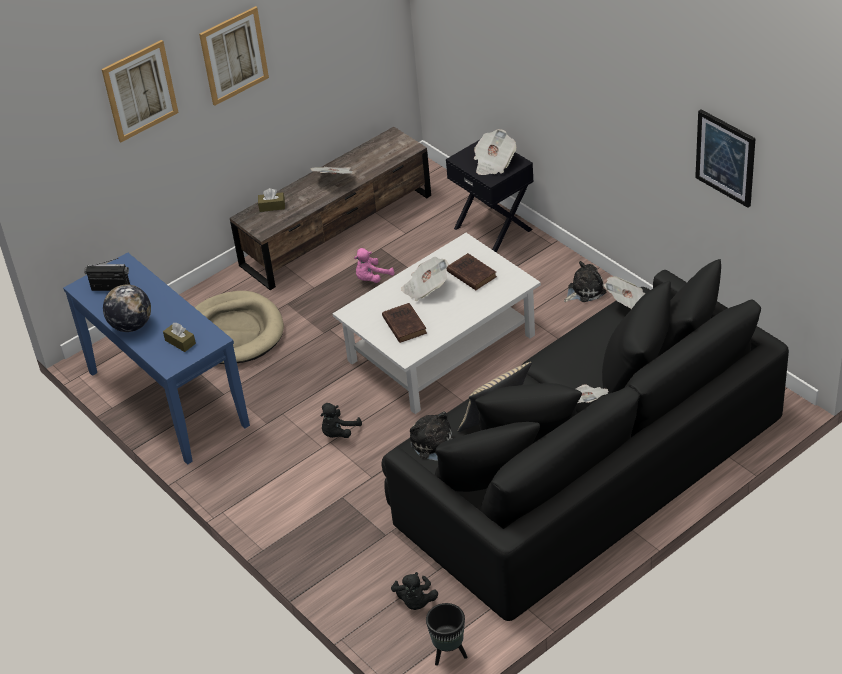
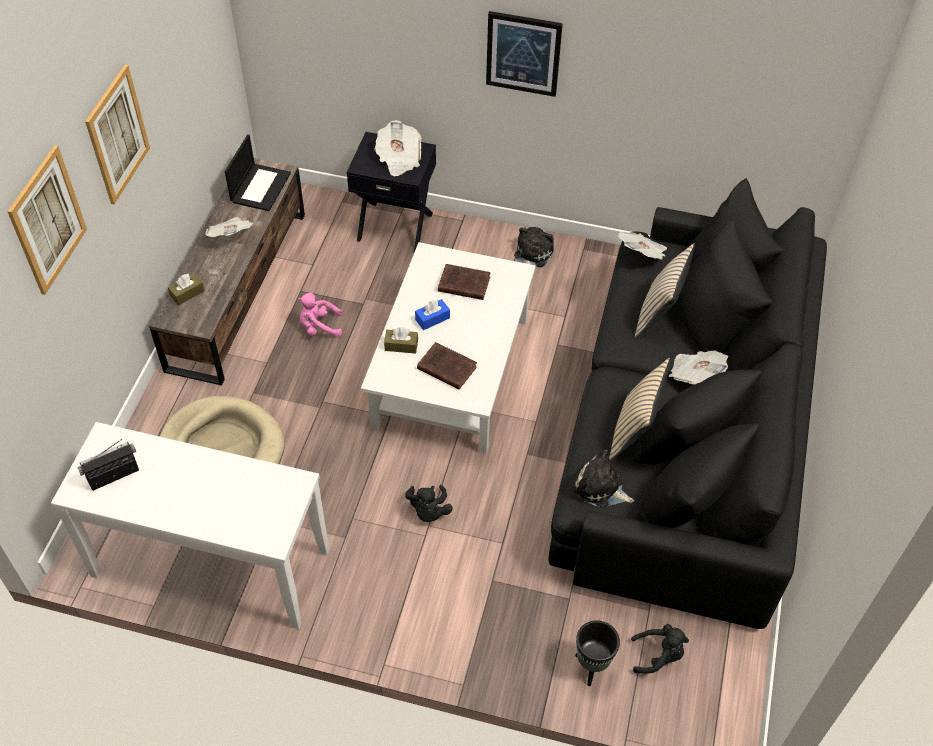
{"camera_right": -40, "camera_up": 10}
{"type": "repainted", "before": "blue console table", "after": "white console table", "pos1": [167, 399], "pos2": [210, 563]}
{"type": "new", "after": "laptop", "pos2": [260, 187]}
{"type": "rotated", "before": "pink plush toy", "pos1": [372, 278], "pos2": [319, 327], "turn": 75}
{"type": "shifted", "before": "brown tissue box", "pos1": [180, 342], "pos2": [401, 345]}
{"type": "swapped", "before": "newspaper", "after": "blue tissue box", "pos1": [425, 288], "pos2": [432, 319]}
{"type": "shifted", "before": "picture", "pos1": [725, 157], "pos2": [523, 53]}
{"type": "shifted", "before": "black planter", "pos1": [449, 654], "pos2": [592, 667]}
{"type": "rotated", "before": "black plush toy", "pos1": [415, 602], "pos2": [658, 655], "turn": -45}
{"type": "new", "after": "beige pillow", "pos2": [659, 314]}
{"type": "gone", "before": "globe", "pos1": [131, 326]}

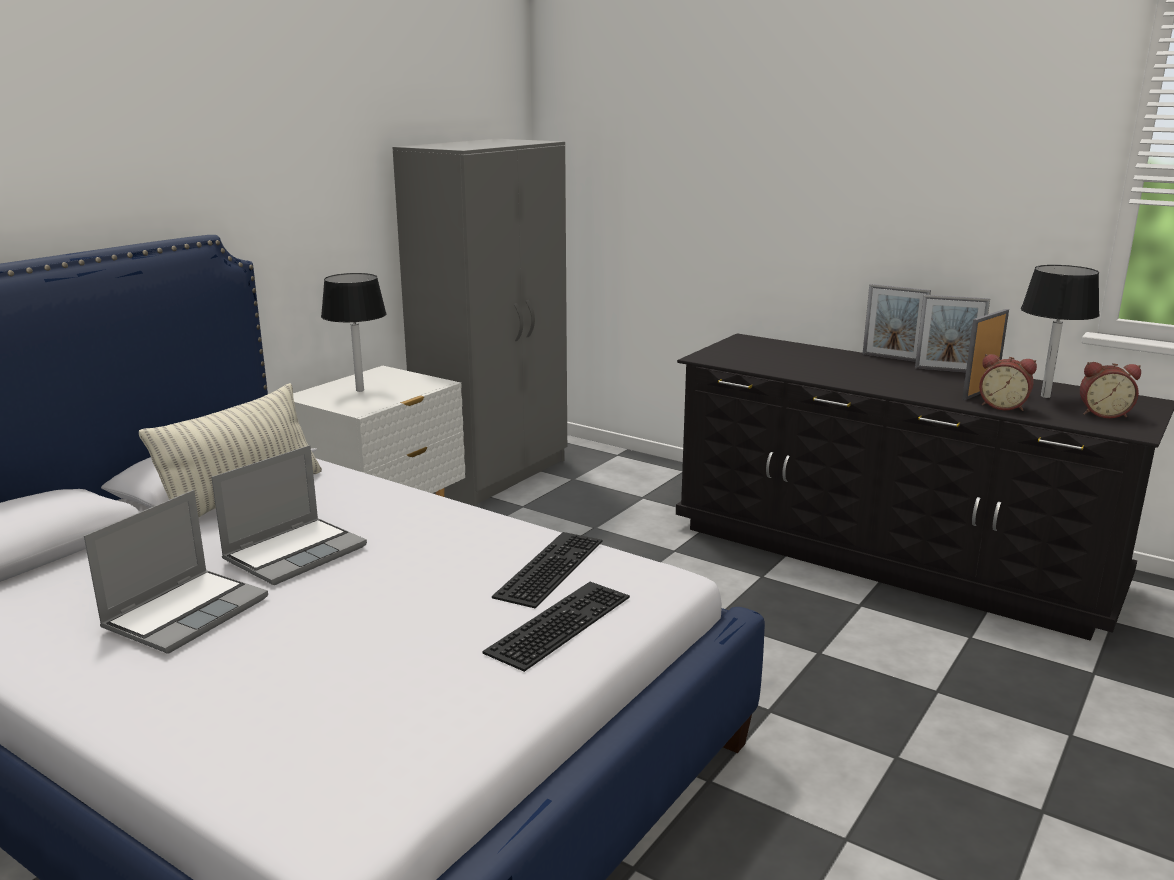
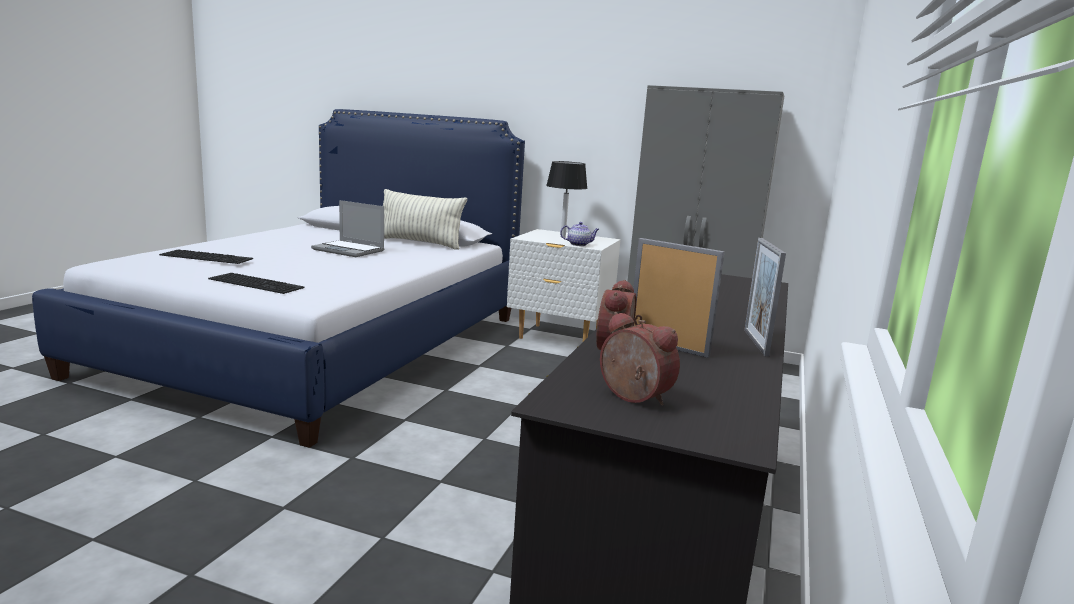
{"camera_right": 75, "camera_up": -5}
{"type": "shifted", "before": "keyboard", "pos1": [548, 567], "pos2": [208, 257]}
{"type": "new", "after": "teapot", "pos2": [579, 244]}
{"type": "rotated", "before": "alarm clock", "pos1": [1103, 414], "pos2": [632, 398], "turn": 135}
{"type": "gone", "before": "laptop", "pos1": [186, 612]}
{"type": "gone", "before": "picture frame", "pos1": [891, 358]}
{"type": "gone", "before": "black table lamp", "pos1": [1045, 396]}

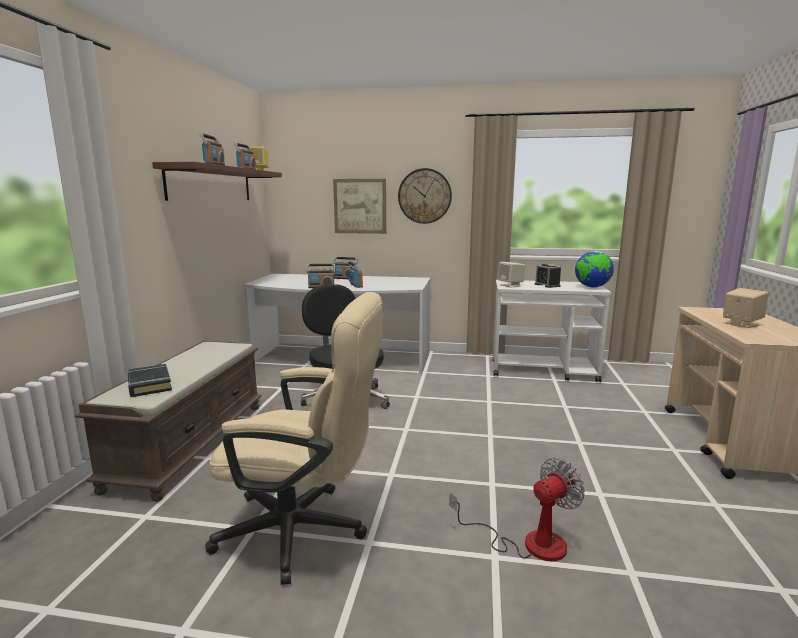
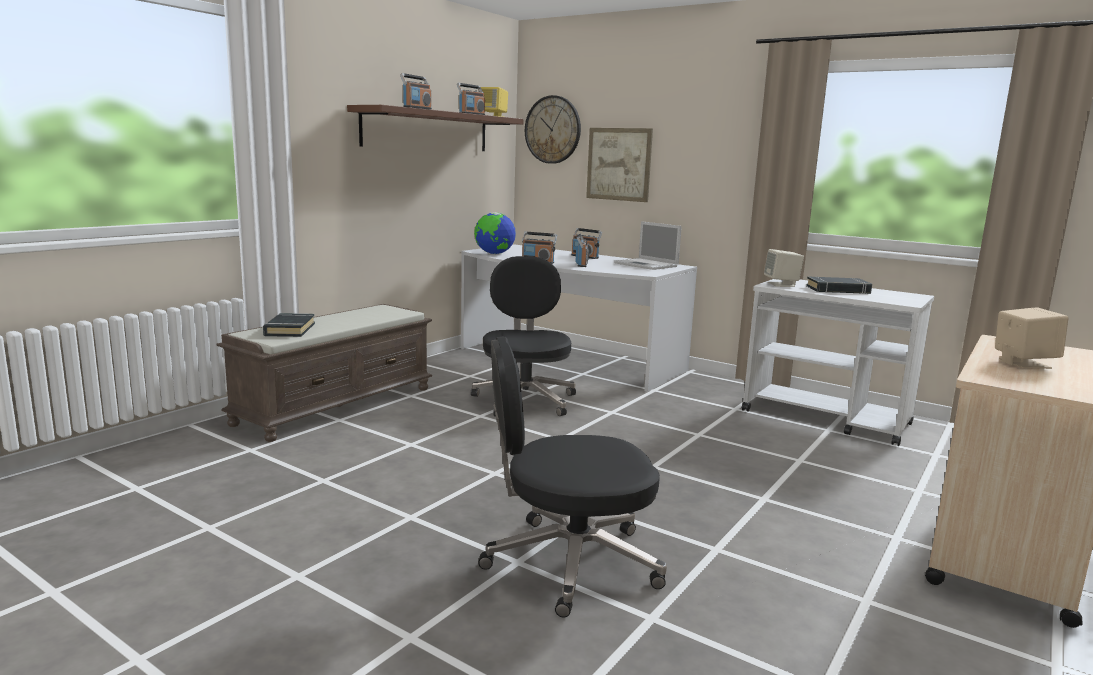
{"camera_right": 25, "camera_up": 0}
{"type": "shifted", "before": "globe", "pos1": [592, 287], "pos2": [494, 254]}
{"type": "swapped", "before": "fan", "after": "black office chair", "pos1": [529, 543], "pos2": [568, 563]}
{"type": "shifted", "before": "wall clock", "pos1": [424, 196], "pos2": [553, 129]}
{"type": "new", "after": "laptop", "pos2": [647, 265]}
{"type": "swapped", "before": "alarm clock", "after": "black book", "pos1": [547, 285], "pos2": [838, 290]}
{"type": "gone", "before": "beige office chair", "pos1": [305, 531]}

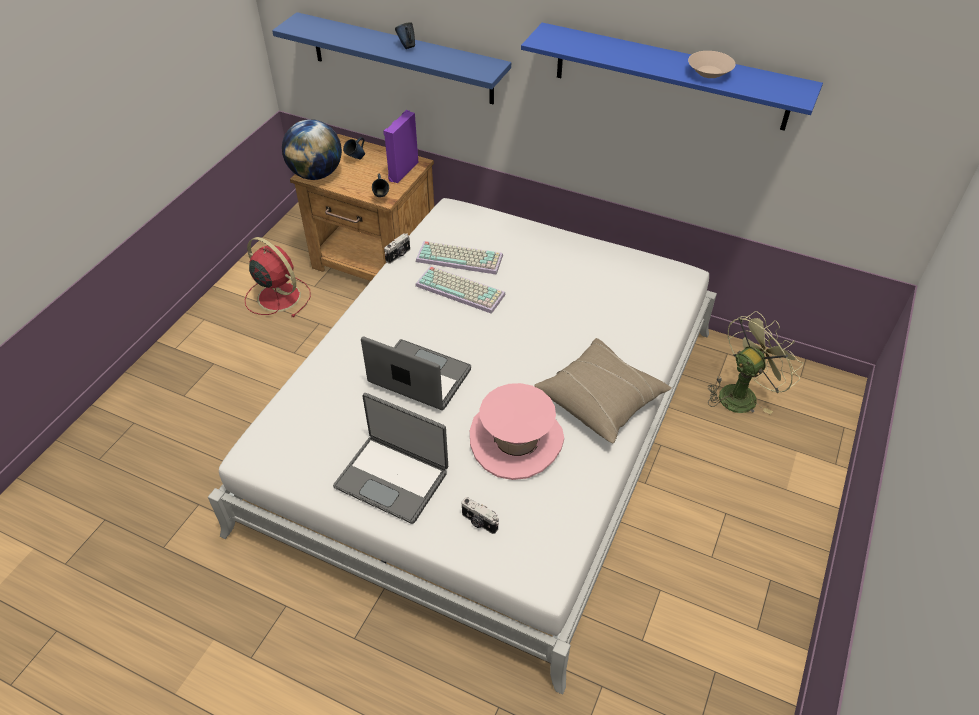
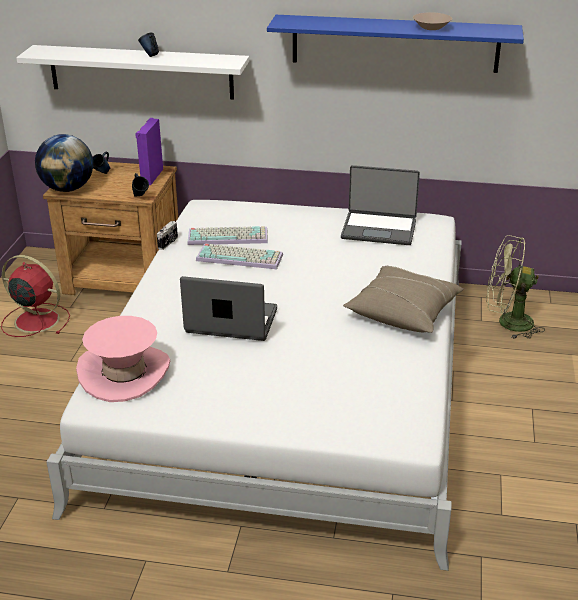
{"camera_right": -15, "camera_up": -15}
{"type": "repainted", "before": "blue shelf", "after": "white shelf", "pos1": [401, 58], "pos2": [141, 72]}
{"type": "shifted", "before": "pink hat", "pos1": [516, 441], "pos2": [124, 373]}
{"type": "shifted", "before": "laptop", "pos1": [393, 478], "pos2": [379, 229]}
{"type": "rotated", "before": "green fan", "pos1": [742, 394], "pos2": [507, 323], "turn": -120}
{"type": "gone", "before": "photo camera", "pos1": [479, 522]}

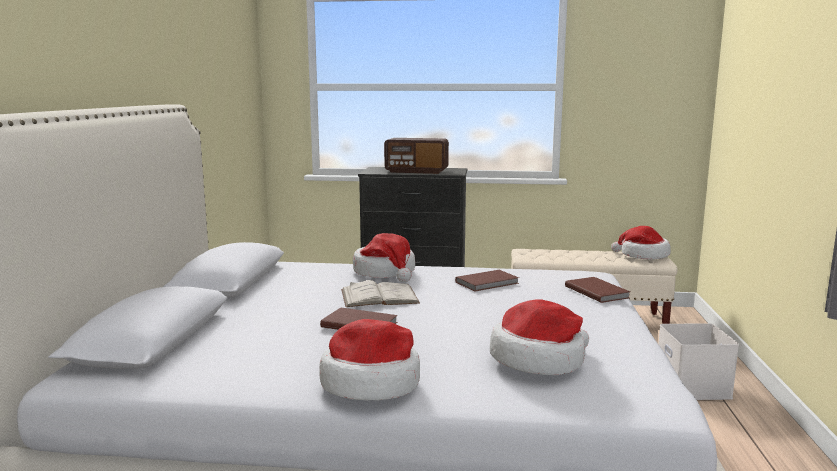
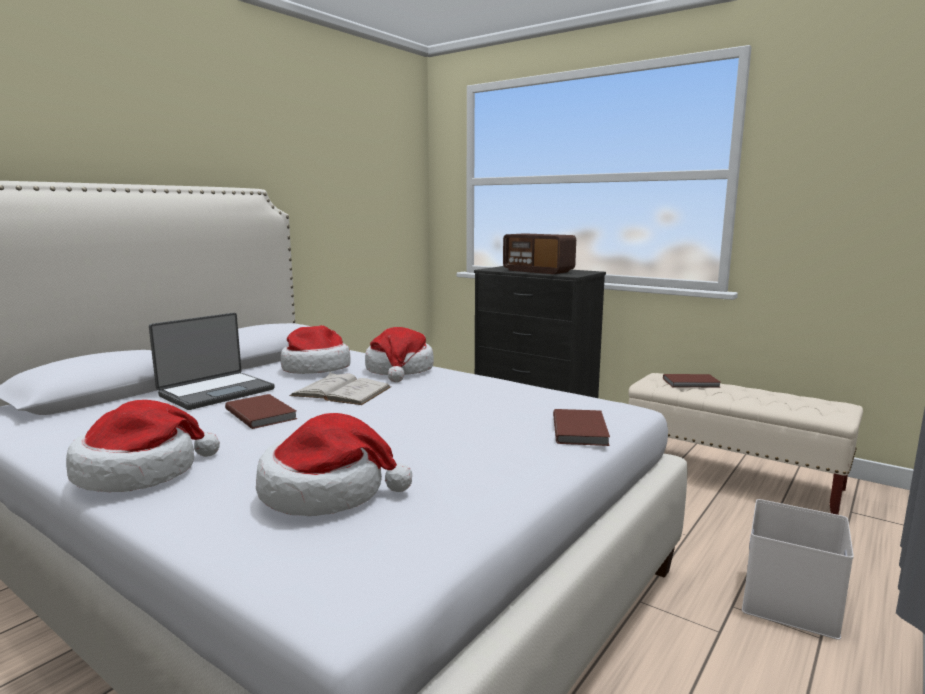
{"camera_right": 30, "camera_up": 0}
{"type": "new", "after": "laptop", "pos2": [216, 392]}
{"type": "shifted", "before": "hat", "pos1": [643, 255], "pos2": [315, 368]}
{"type": "shifted", "before": "brown book", "pos1": [488, 283], "pos2": [692, 383]}

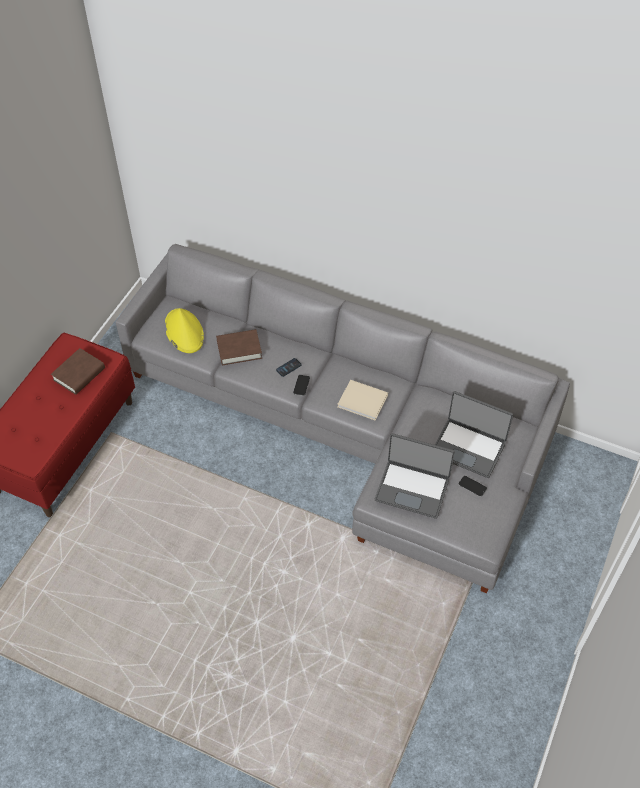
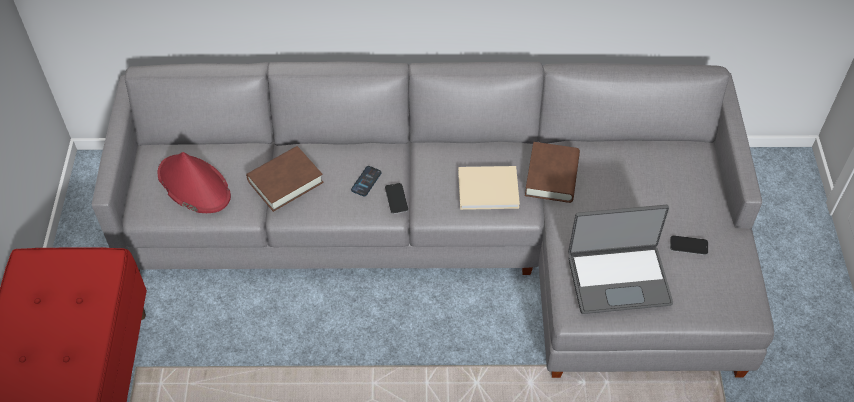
{"camera_right": -25, "camera_up": 0}
{"type": "repainted", "before": "yellow hat", "after": "red hat", "pos1": [184, 331], "pos2": [193, 185]}
{"type": "shifted", "before": "brown book", "pos1": [79, 374], "pos2": [552, 176]}
{"type": "gone", "before": "laptop", "pos1": [468, 448]}

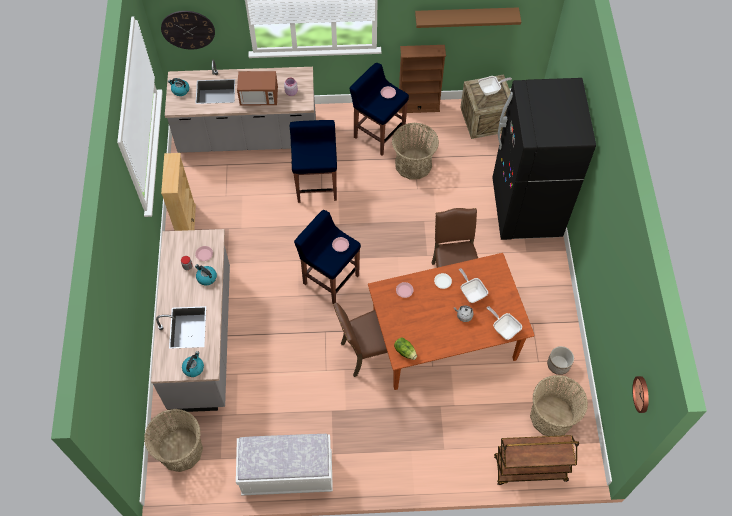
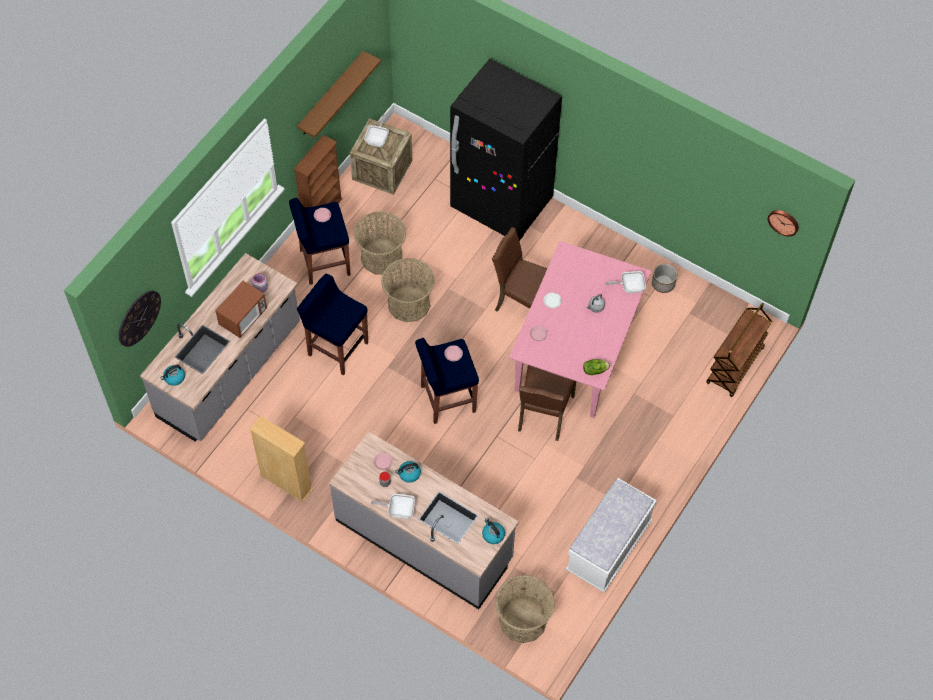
{"camera_right": -55, "camera_up": 0}
{"type": "shifted", "before": "frying pan", "pos1": [471, 292], "pos2": [398, 510]}
{"type": "shifted", "before": "basket", "pos1": [551, 416], "pos2": [409, 303]}
{"type": "repainted", "before": "brown dining table", "after": "pink dining table", "pos1": [444, 339], "pos2": [576, 349]}

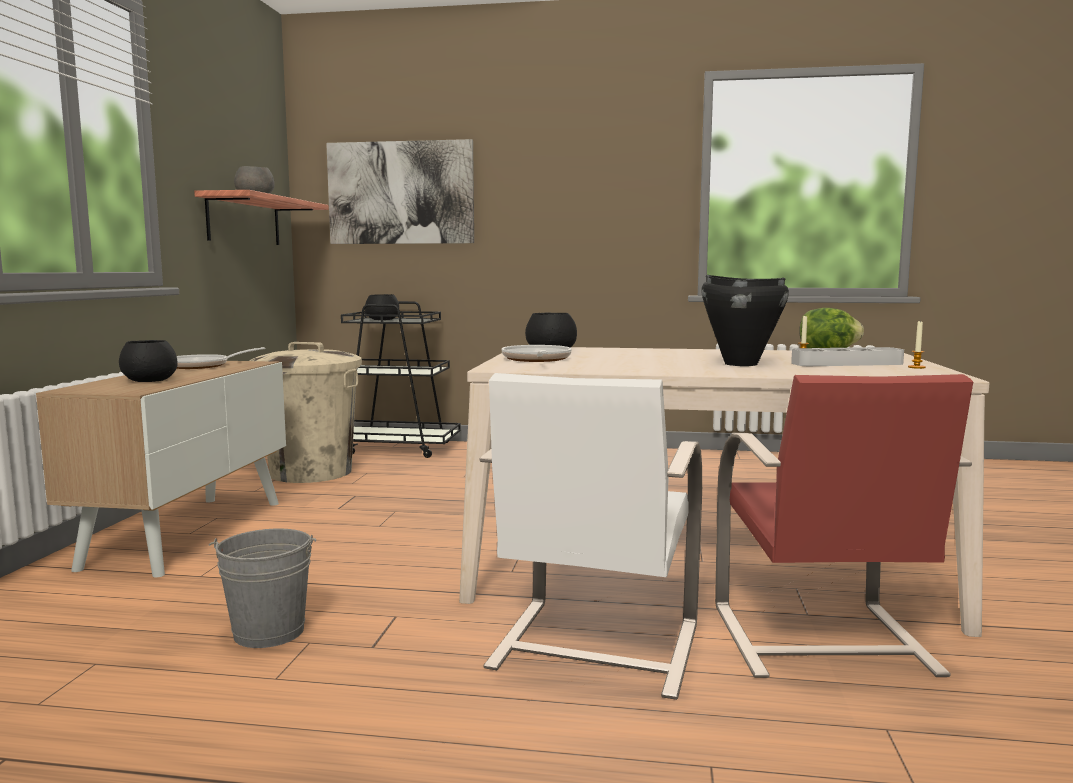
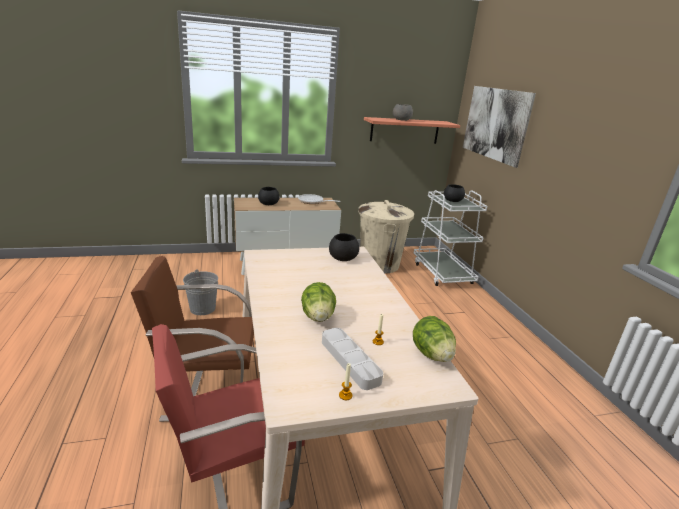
{"camera_right": 65, "camera_up": 15}
{"type": "repainted", "before": "white chair", "after": "brown chair", "pos1": [593, 647], "pos2": [206, 388]}
{"type": "swapped", "before": "black cooking pot", "after": "lettuce", "pos1": [740, 364], "pos2": [318, 317]}
{"type": "repainted", "before": "black cart", "after": "white cart", "pos1": [396, 448], "pos2": [442, 273]}
{"type": "gone", "before": "frying pan", "pos1": [536, 360]}

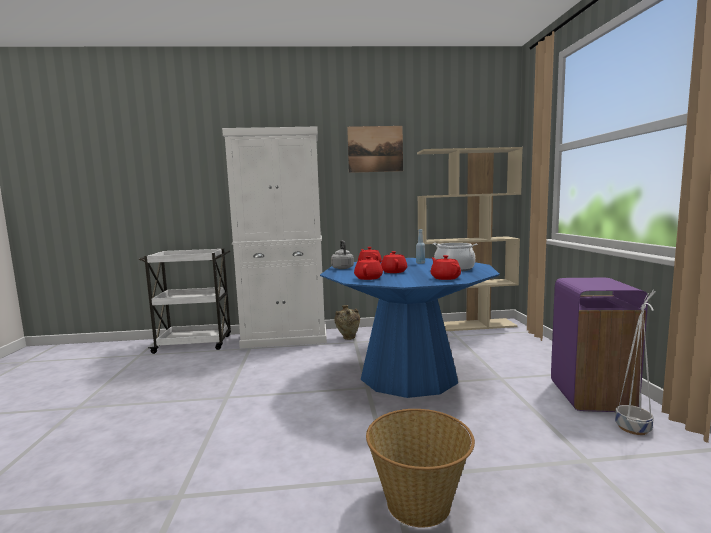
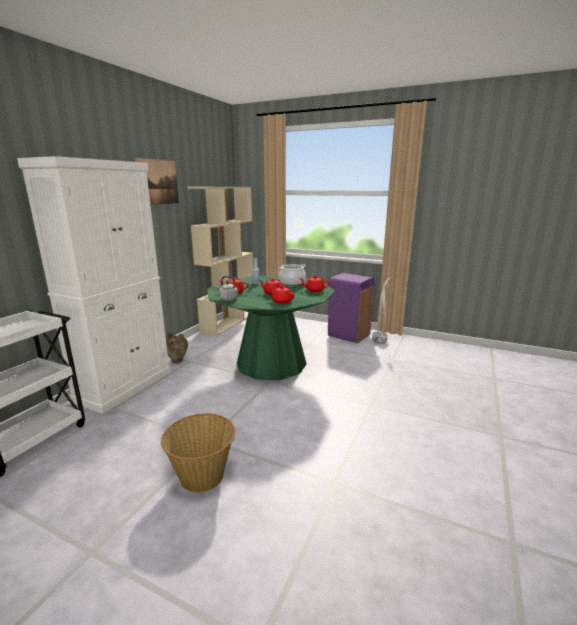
{"camera_right": -60, "camera_up": 10}
{"type": "shifted", "before": "basket", "pos1": [419, 503], "pos2": [202, 475]}
{"type": "repainted", "before": "blue dining table", "after": "green dining table", "pos1": [409, 374], "pos2": [271, 363]}

